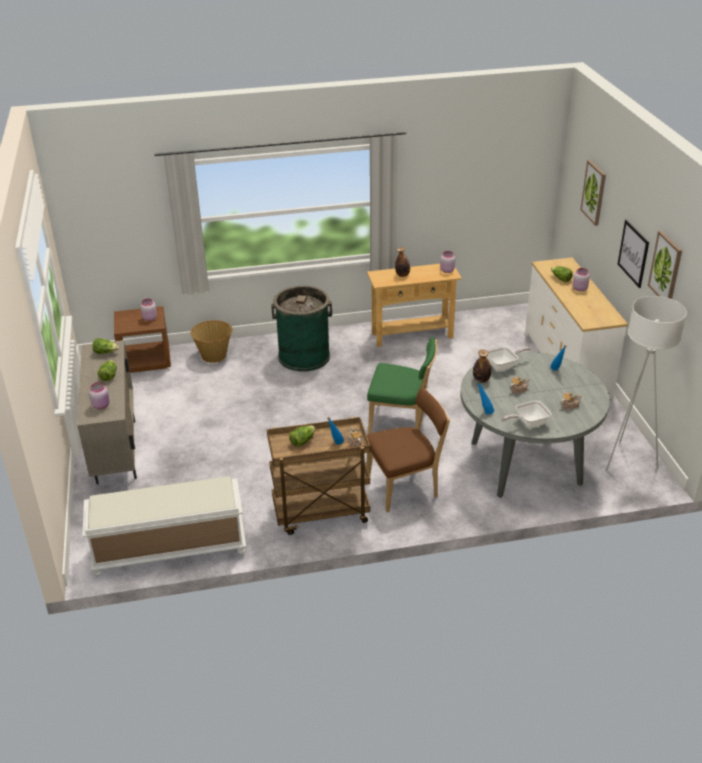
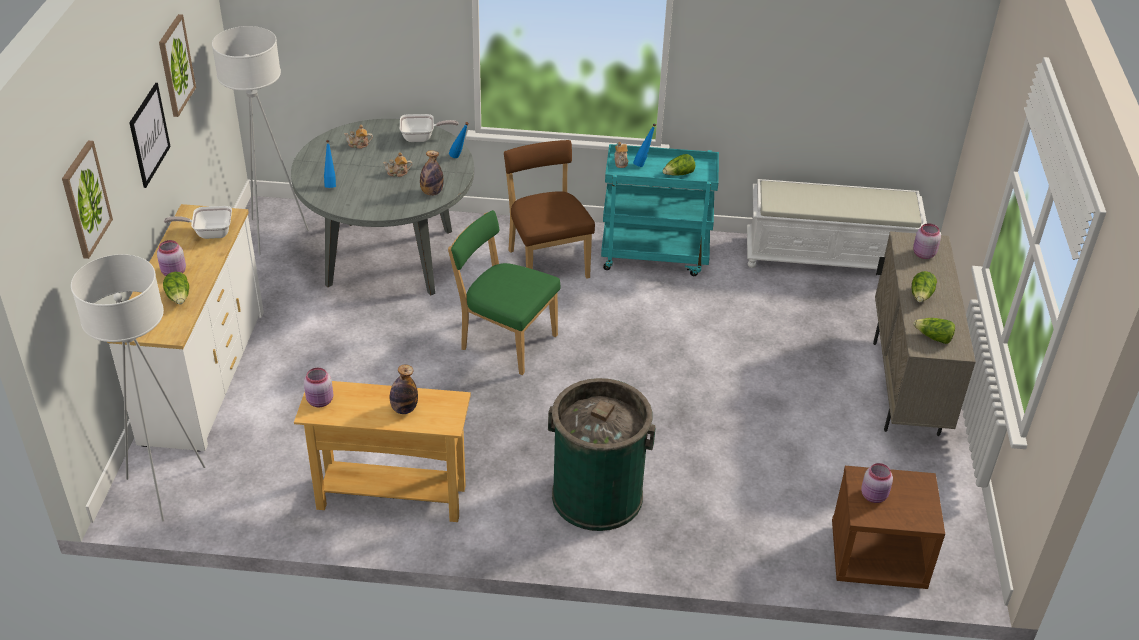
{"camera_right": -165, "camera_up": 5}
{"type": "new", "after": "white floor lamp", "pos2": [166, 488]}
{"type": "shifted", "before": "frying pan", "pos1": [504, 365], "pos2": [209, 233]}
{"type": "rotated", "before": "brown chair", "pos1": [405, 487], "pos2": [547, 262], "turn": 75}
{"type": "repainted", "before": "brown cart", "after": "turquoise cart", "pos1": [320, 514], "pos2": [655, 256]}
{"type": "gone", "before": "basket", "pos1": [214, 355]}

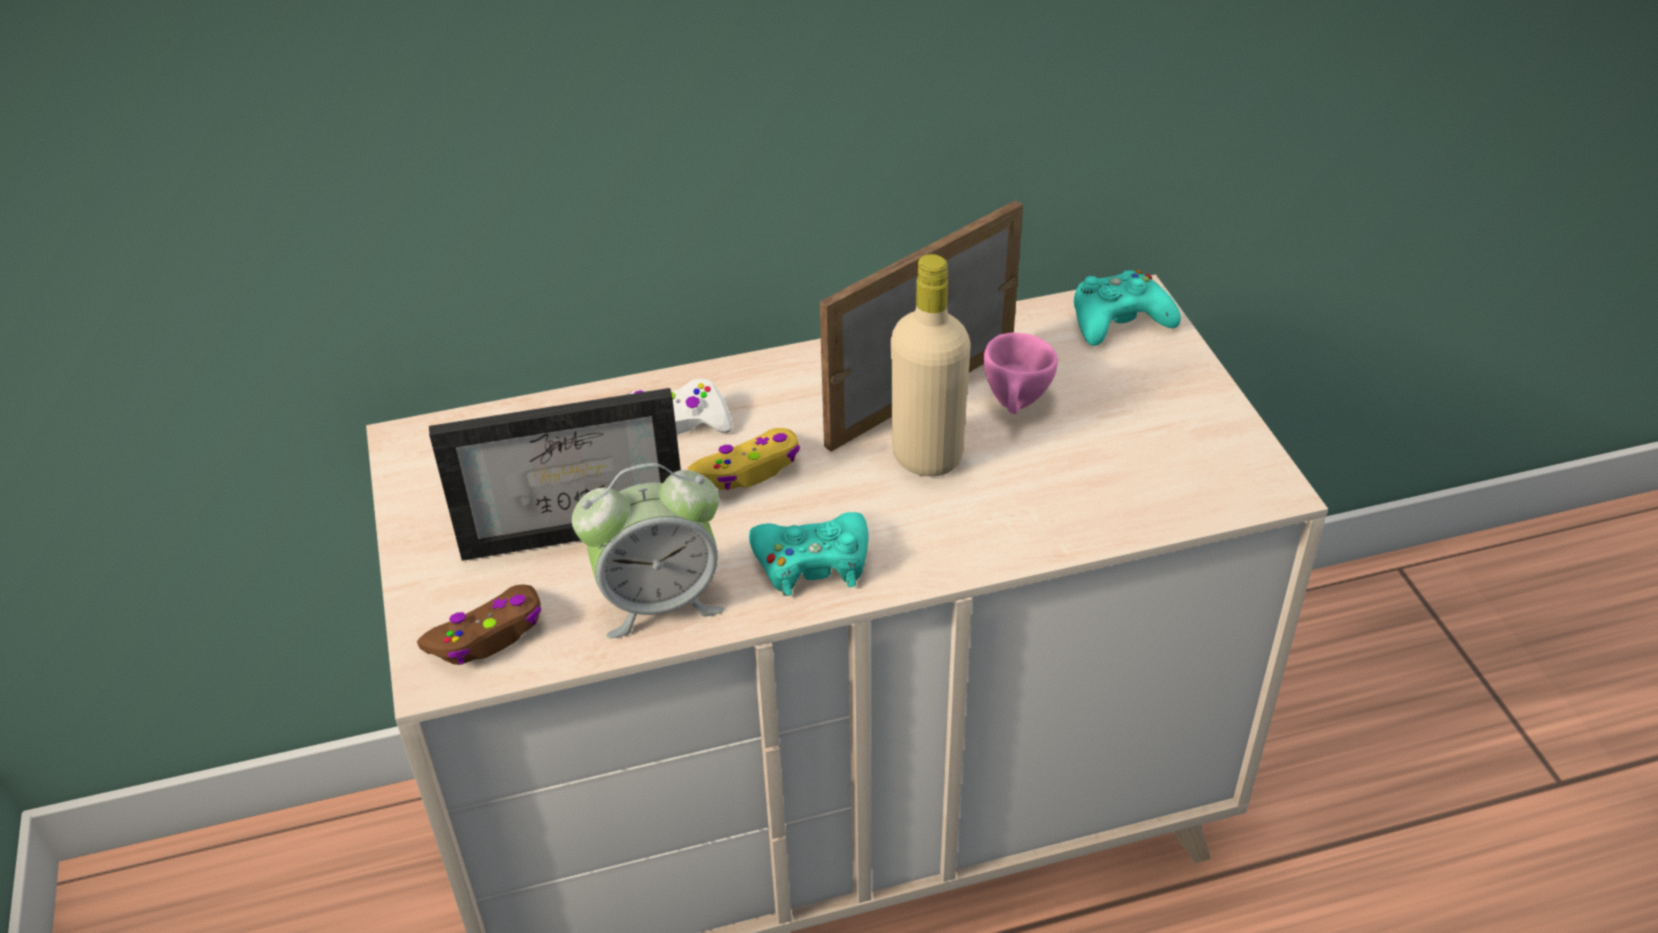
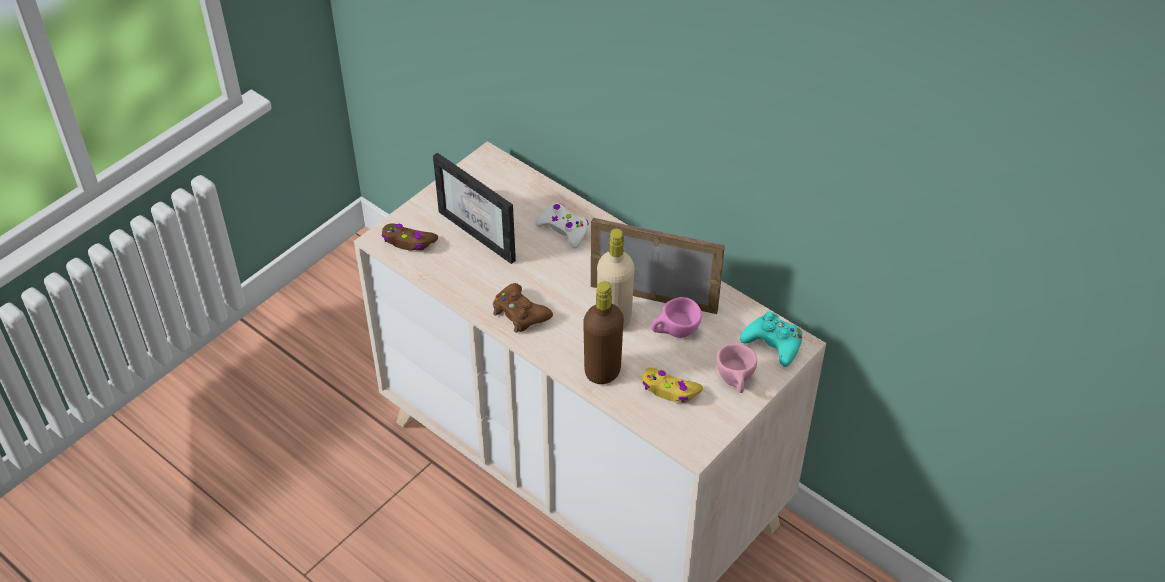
{"camera_right": 55, "camera_up": 5}
{"type": "repainted", "before": "turquoise game controller", "after": "brown game controller", "pos1": [812, 563], "pos2": [520, 314]}
{"type": "new", "after": "brown bottle", "pos2": [602, 371]}
{"type": "shifted", "before": "yellow game controller", "pos1": [749, 469], "pos2": [670, 390]}
{"type": "new", "after": "pink cup", "pos2": [736, 383]}
{"type": "gone", "before": "alarm clock", "pos1": [659, 601]}

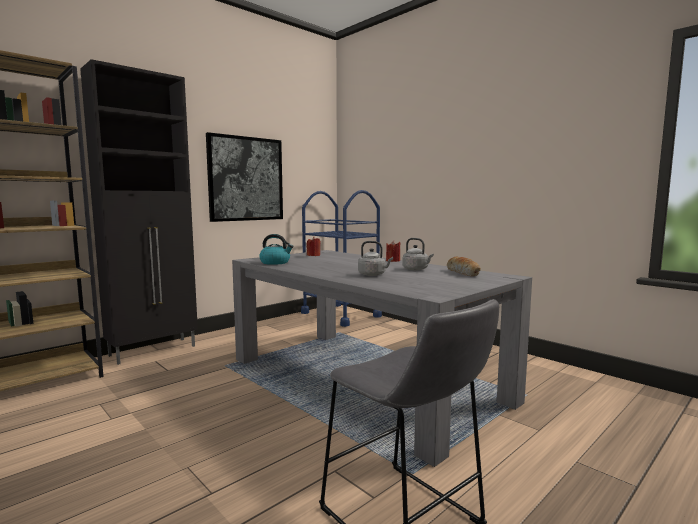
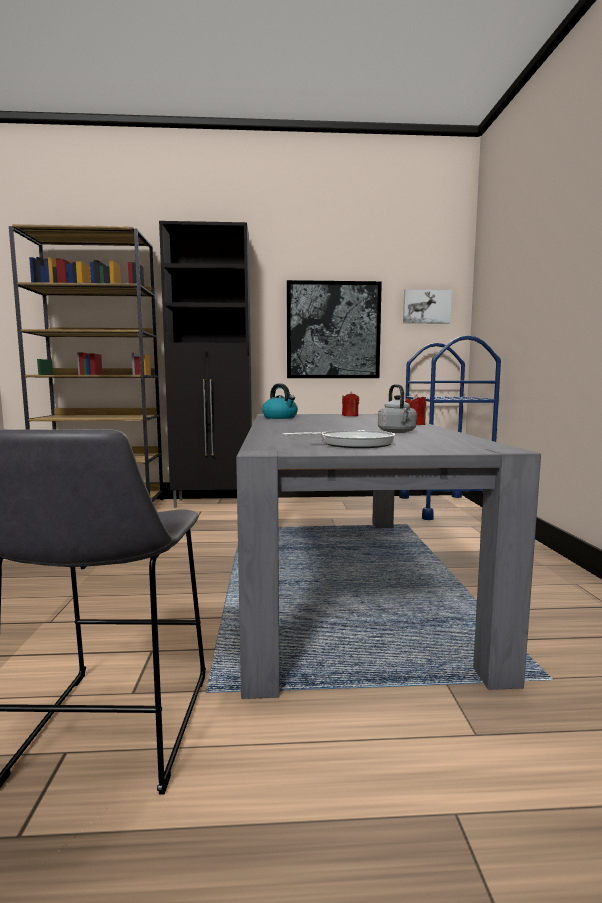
{"camera_right": 40, "camera_up": 0}
{"type": "new", "after": "frying pan", "pos2": [351, 444]}
{"type": "new", "after": "picture", "pos2": [426, 307]}
{"type": "gone", "before": "grey kettle", "pos1": [373, 274]}
{"type": "gone", "before": "bread", "pos1": [463, 273]}

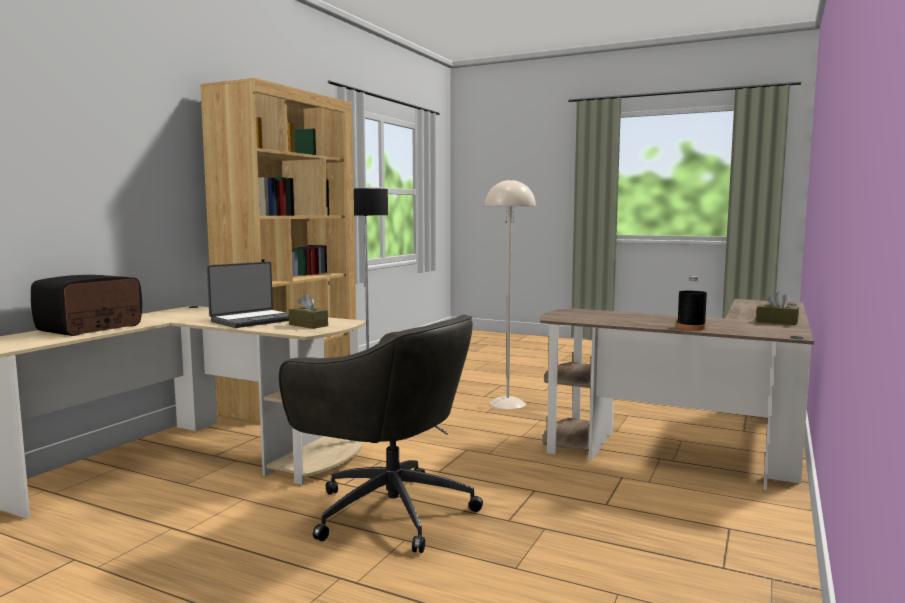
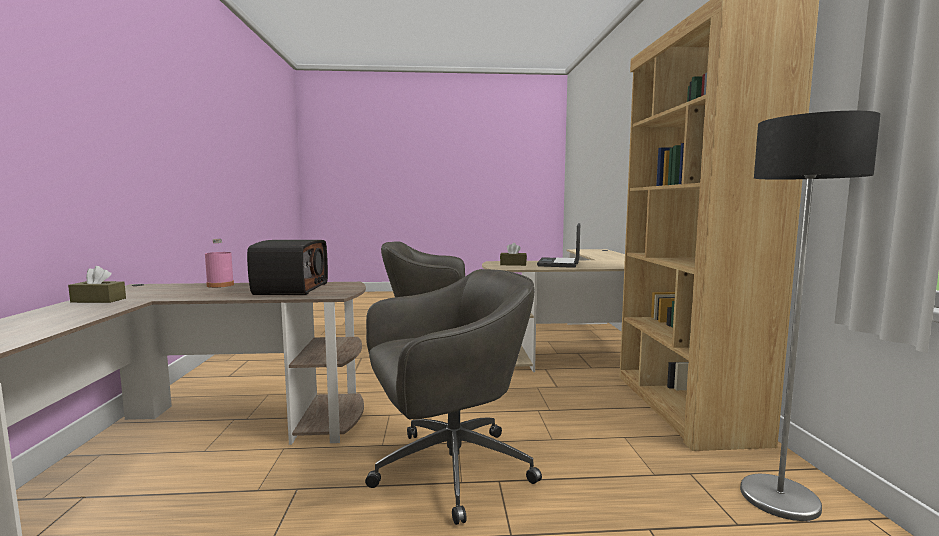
{"camera_right": 150, "camera_up": 0}
{"type": "repainted", "before": "black bottle", "after": "pink bottle", "pos1": [691, 328], "pos2": [220, 285]}
{"type": "shifted", "before": "radio", "pos1": [90, 328], "pos2": [290, 289]}
{"type": "swapped", "before": "beige floor lamp", "after": "grey office chair", "pos1": [507, 403], "pos2": [448, 470]}

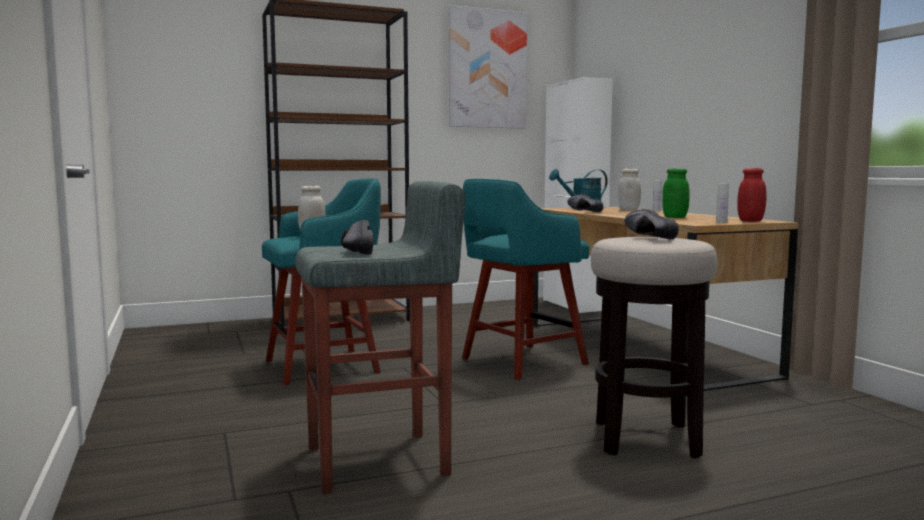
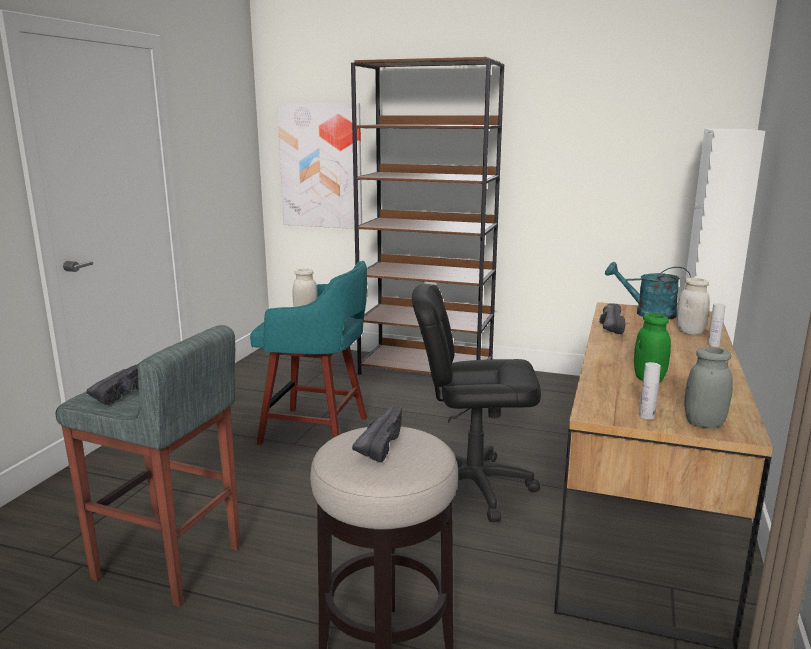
{"camera_right": 40, "camera_up": 10}
{"type": "shifted", "before": "picture", "pos1": [487, 69], "pos2": [321, 166]}
{"type": "swapped", "before": "turquoise stool", "after": "black office chair", "pos1": [520, 362], "pos2": [473, 486]}
{"type": "repainted", "before": "red jar", "after": "grey jar", "pos1": [750, 221], "pos2": [704, 423]}

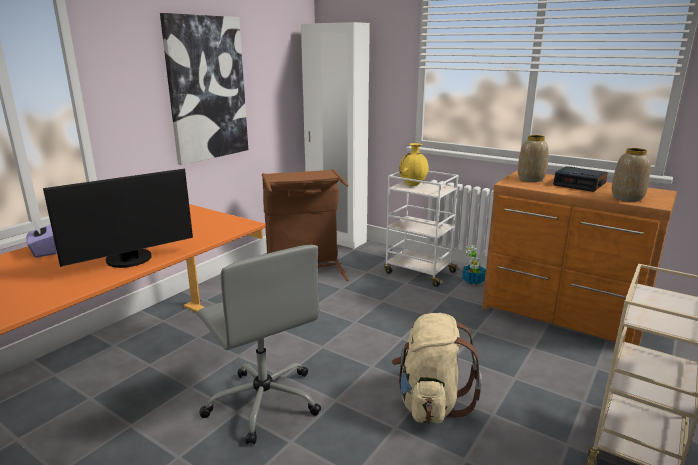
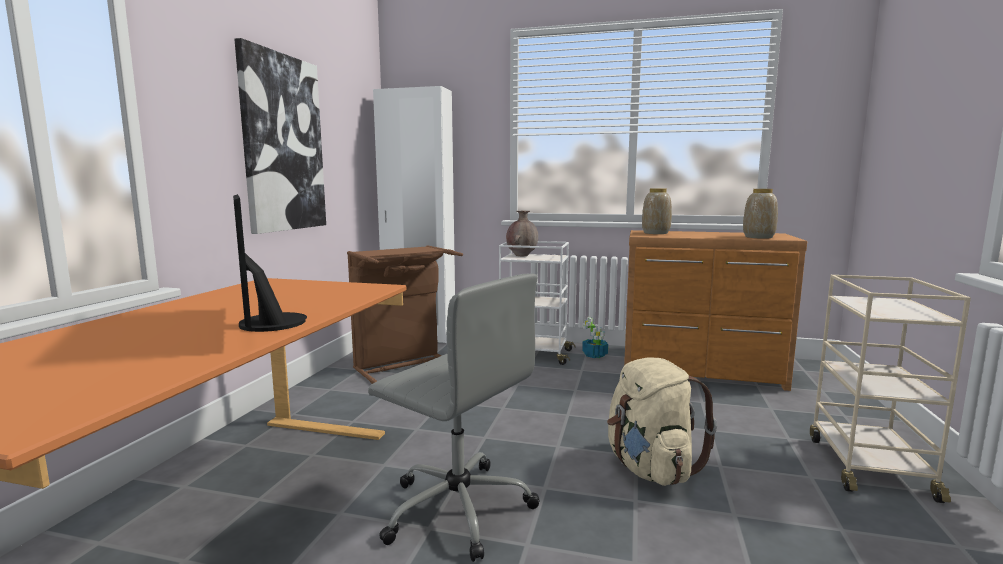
{"camera_right": -20, "camera_up": -10}
{"type": "rotated", "before": "monitor", "pos1": [131, 260], "pos2": [264, 324], "turn": 120}
{"type": "repainted", "before": "yellow vase", "after": "brown vase", "pos1": [412, 185], "pos2": [522, 256]}
{"type": "gone", "before": "purple tissue box", "pos1": [45, 251]}
{"type": "gone", "before": "alarm clock", "pos1": [580, 184]}

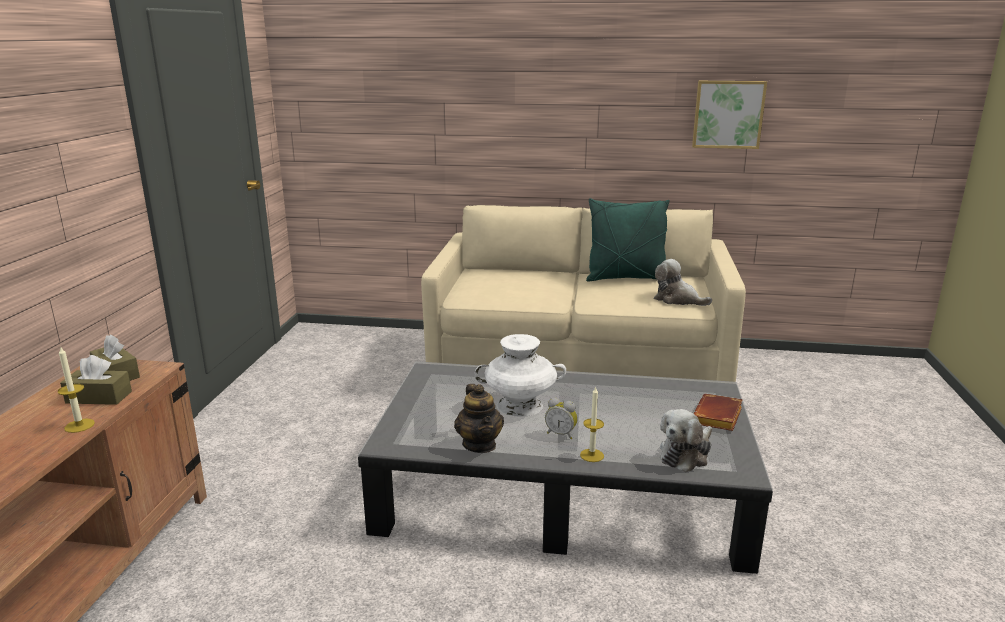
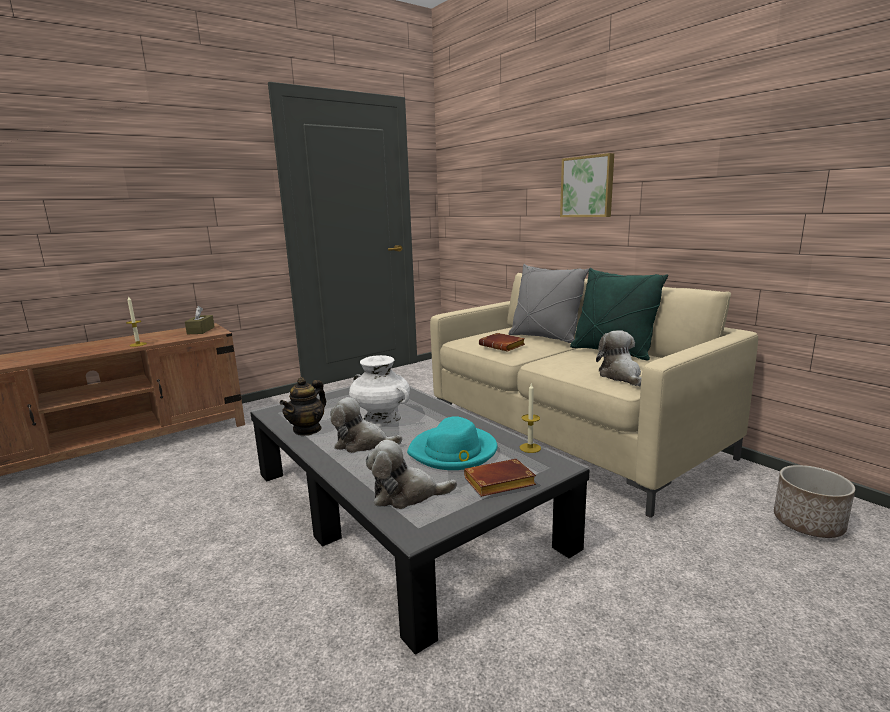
{"camera_right": 45, "camera_up": -5}
{"type": "swapped", "before": "alarm clock", "after": "plush toy", "pos1": [561, 434], "pos2": [362, 444]}
{"type": "new", "after": "turquoise hat", "pos2": [453, 451]}
{"type": "new", "after": "brown book", "pos2": [503, 346]}
{"type": "new", "after": "grey pillow", "pos2": [544, 337]}
{"type": "shifted", "before": "candle", "pos1": [592, 455], "pos2": [530, 448]}
{"type": "shifted", "before": "picture", "pos1": [728, 114], "pos2": [588, 187]}
{"type": "new", "after": "planter", "pos2": [807, 523]}
{"type": "gone", "before": "brown tissue box", "pos1": [99, 397]}

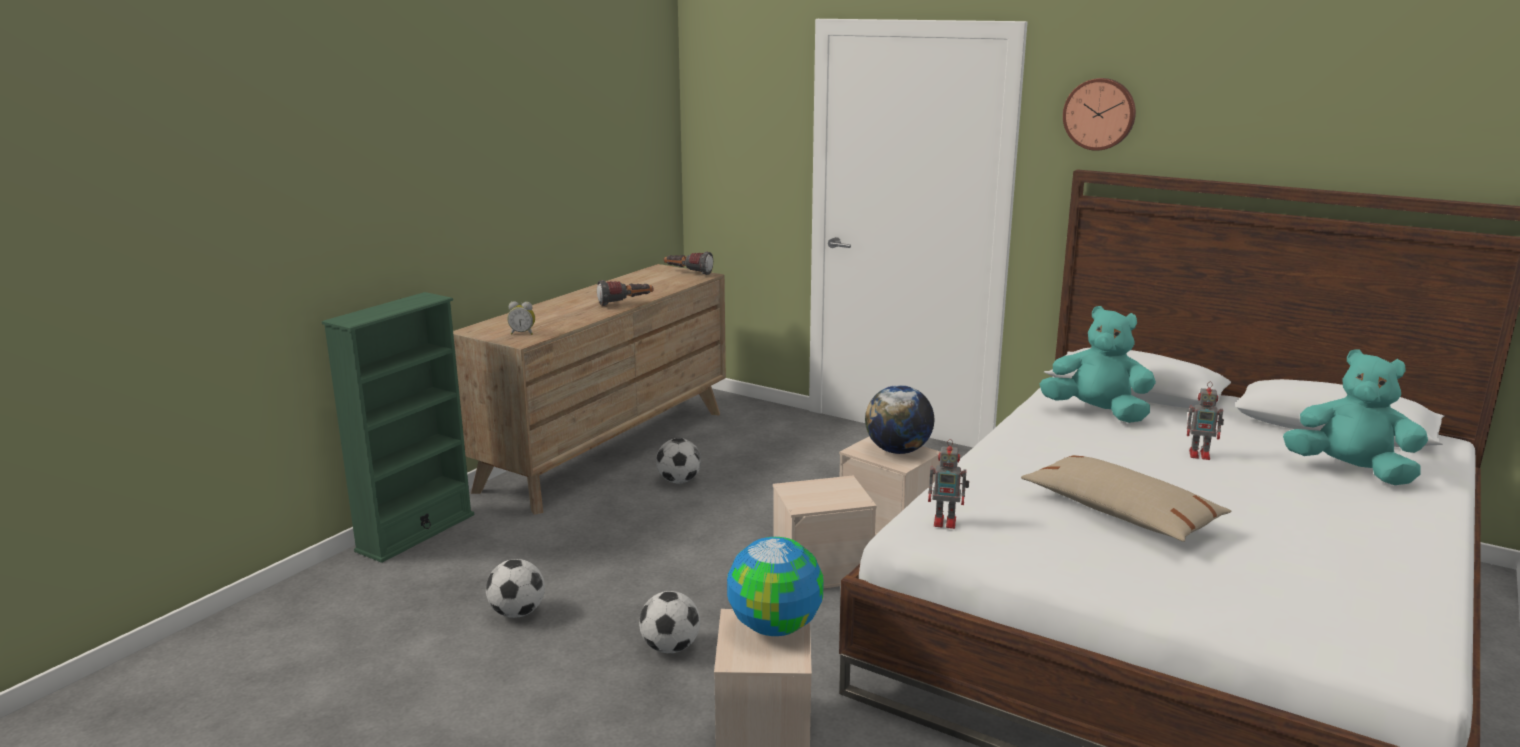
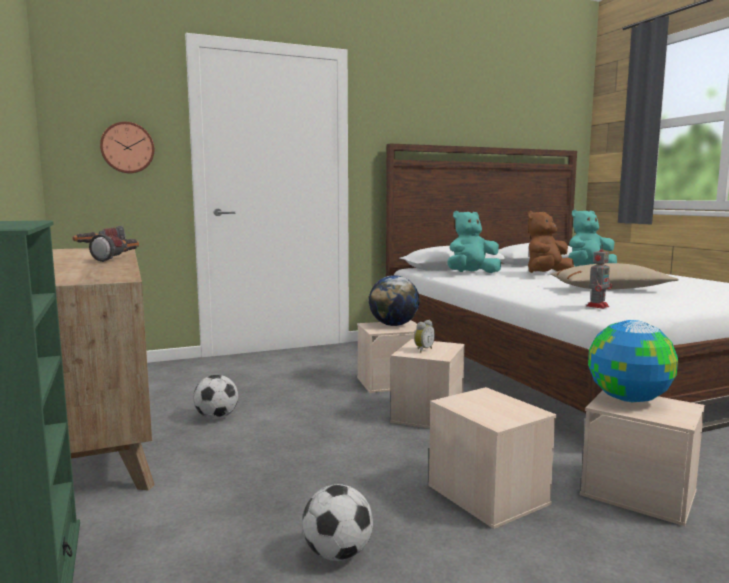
{"camera_right": -55, "camera_up": -10}
{"type": "shifted", "before": "wall clock", "pos1": [1099, 114], "pos2": [127, 148]}
{"type": "shifted", "before": "alarm clock", "pos1": [523, 333], "pos2": [423, 350]}
{"type": "swapped", "before": "football", "after": "beige storage box", "pos1": [670, 648], "pos2": [486, 494]}
{"type": "swapped", "before": "toy robot", "after": "brown plush toy", "pos1": [1201, 454], "pos2": [547, 274]}

